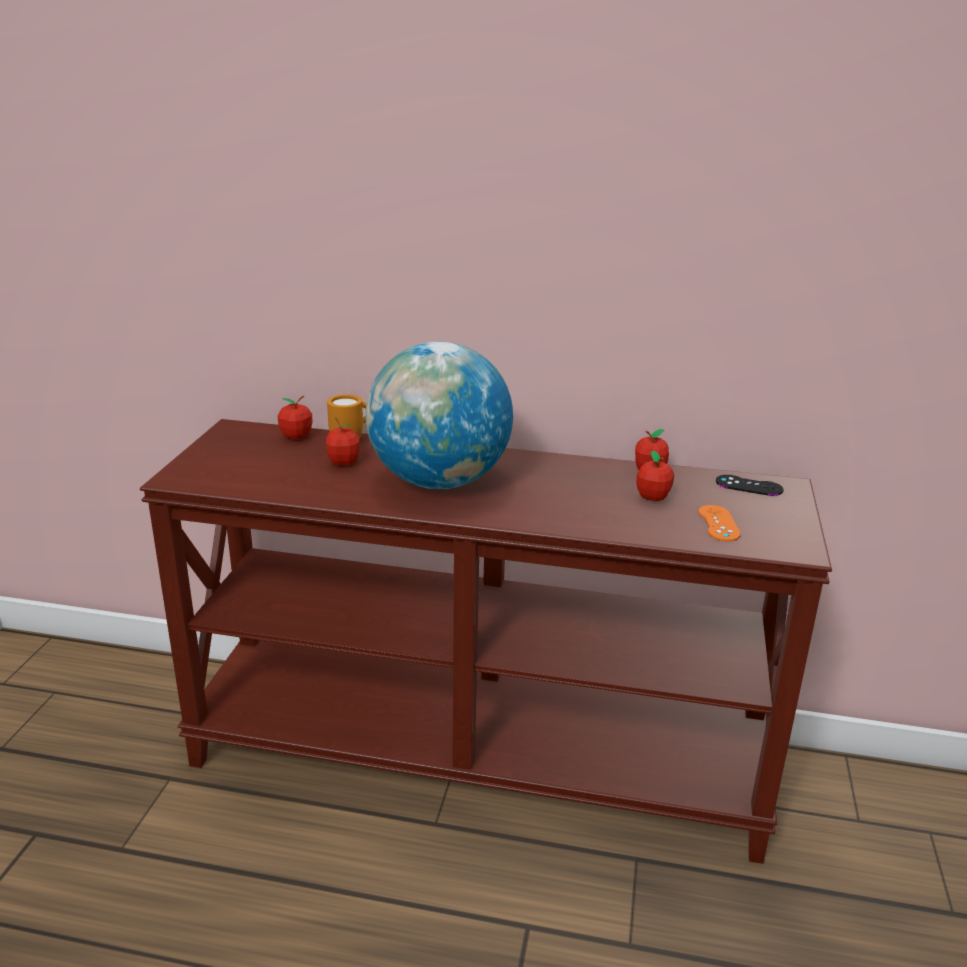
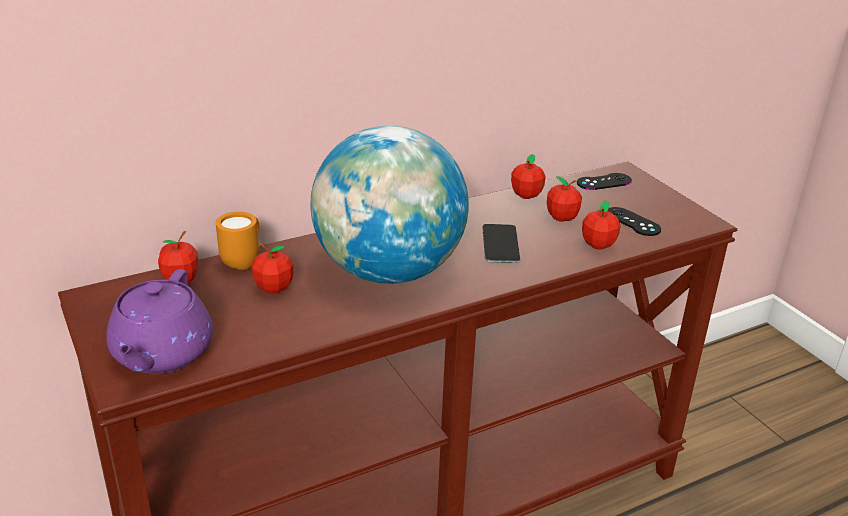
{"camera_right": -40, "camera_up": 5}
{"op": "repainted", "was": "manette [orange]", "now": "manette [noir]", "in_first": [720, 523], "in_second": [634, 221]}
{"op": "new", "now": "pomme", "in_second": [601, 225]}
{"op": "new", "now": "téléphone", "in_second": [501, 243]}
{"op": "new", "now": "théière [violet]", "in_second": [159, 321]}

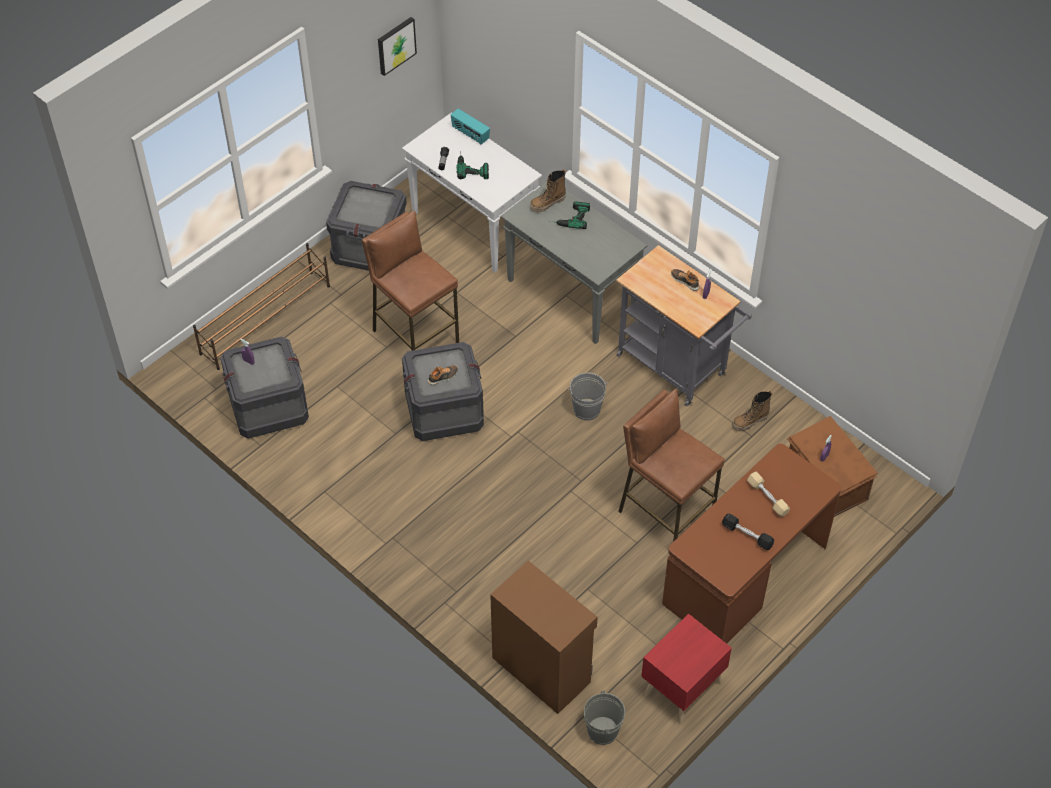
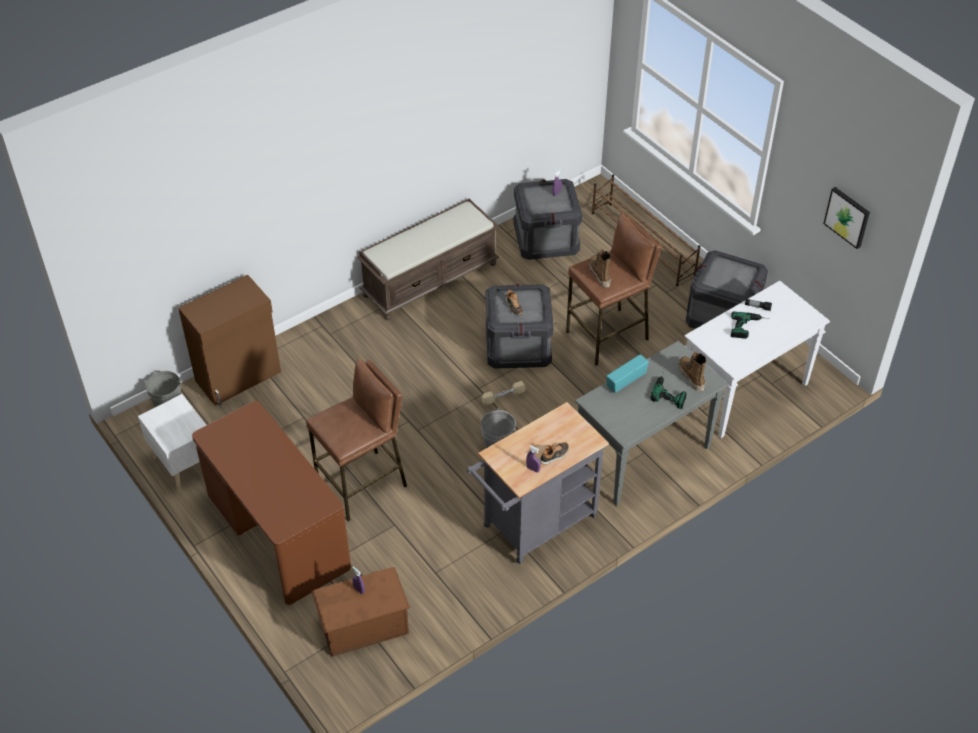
{"camera_right": 100, "camera_up": -5}
{"op": "shifted", "was": "radio", "in_first": [470, 126], "in_second": [627, 373]}
{"op": "shifted", "was": "botte", "in_first": [753, 410], "in_second": [600, 268]}
{"op": "shifted", "was": "haltère [beige]", "in_first": [768, 494], "in_second": [503, 393]}
{"op": "gone", "was": "haltère [noir]", "in_first": [748, 532]}
{"op": "repainted", "was": "table de chevet [rouge]", "now": "table de chevet [blanc]", "in_first": [686, 669], "in_second": [172, 443]}
{"op": "new", "now": "banc [marron]", "in_second": [428, 259]}

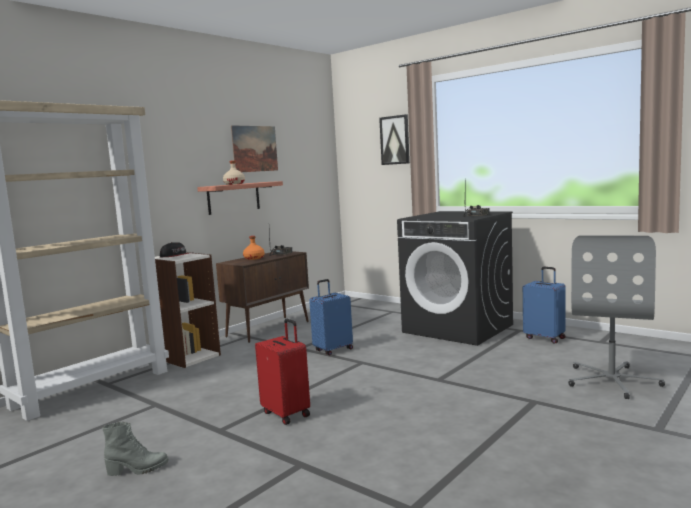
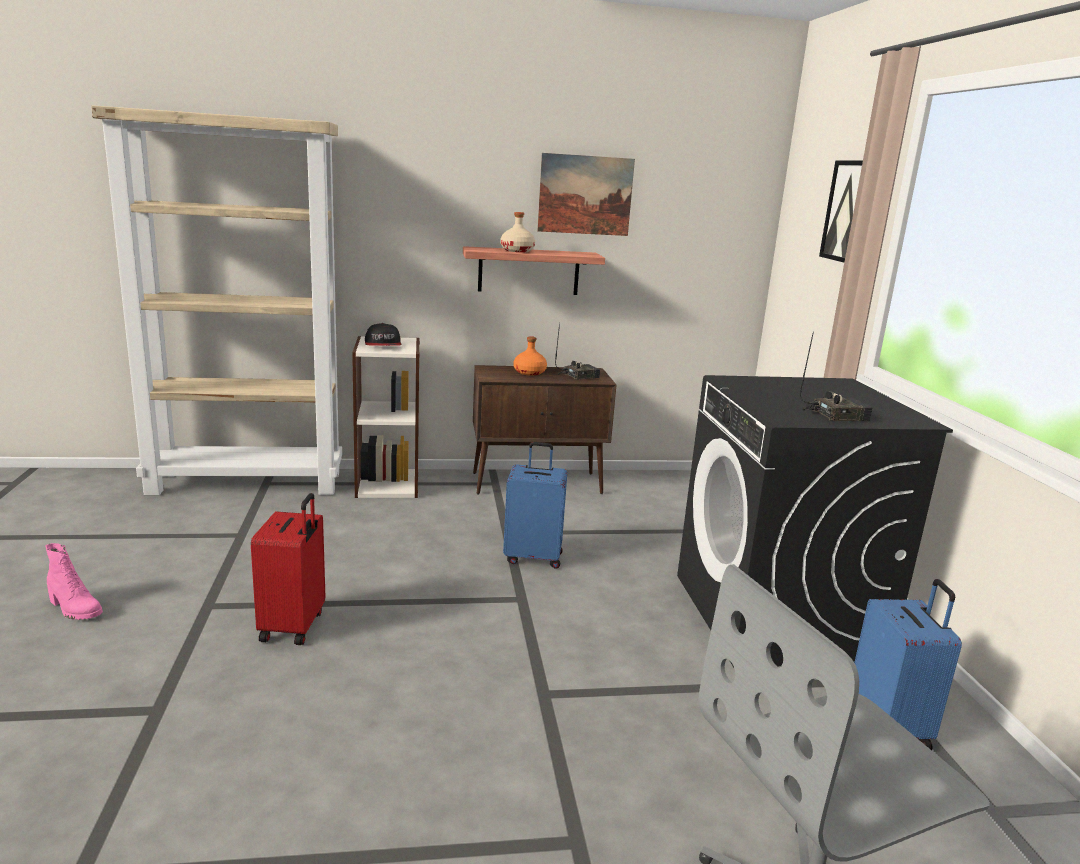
{"camera_right": 40, "camera_up": 10}
{"op": "repainted", "was": "botte [gris]", "now": "botte [rose]", "in_first": [135, 449], "in_second": [74, 581]}

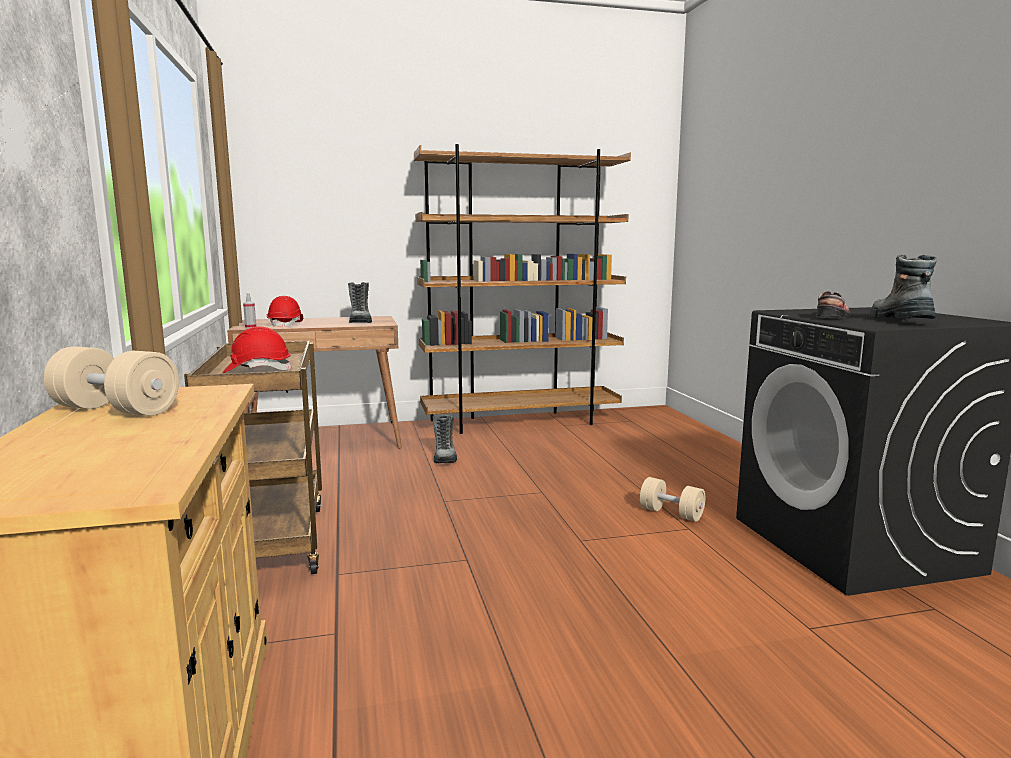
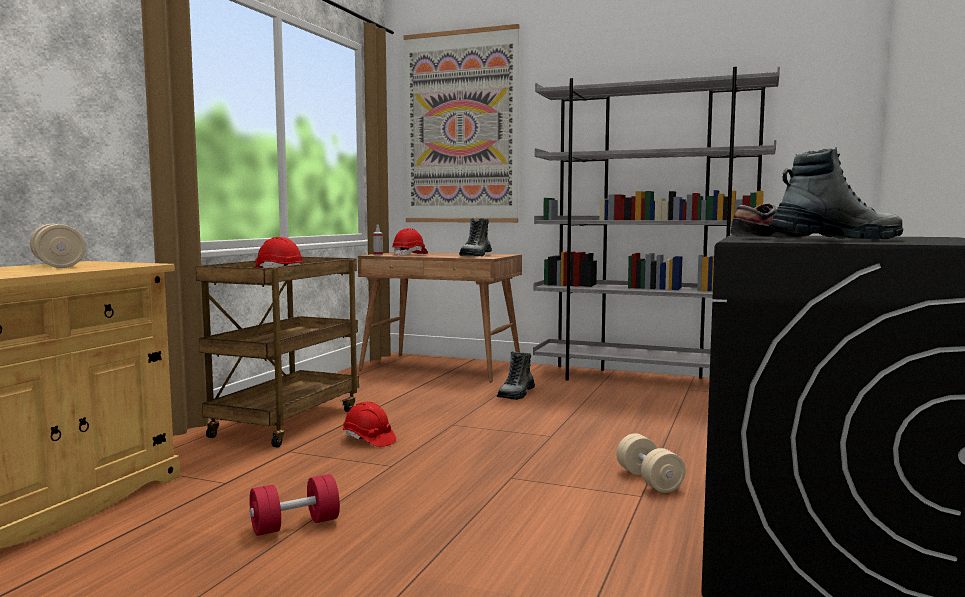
{"camera_right": 35, "camera_up": -5}
{"op": "repainted", "was": "bibliothèque [marron]", "now": "bibliothèque [gris]", "in_first": [522, 289], "in_second": [656, 223]}
{"op": "rotated", "was": "botte", "in_first": [903, 286], "in_second": [835, 193], "clockwise": 45}
{"op": "new", "now": "tableau", "in_second": [461, 123]}
{"op": "new", "now": "casque de chantier [rouge]", "in_second": [369, 424]}
{"op": "new", "now": "haltère [rouge]", "in_second": [294, 505]}

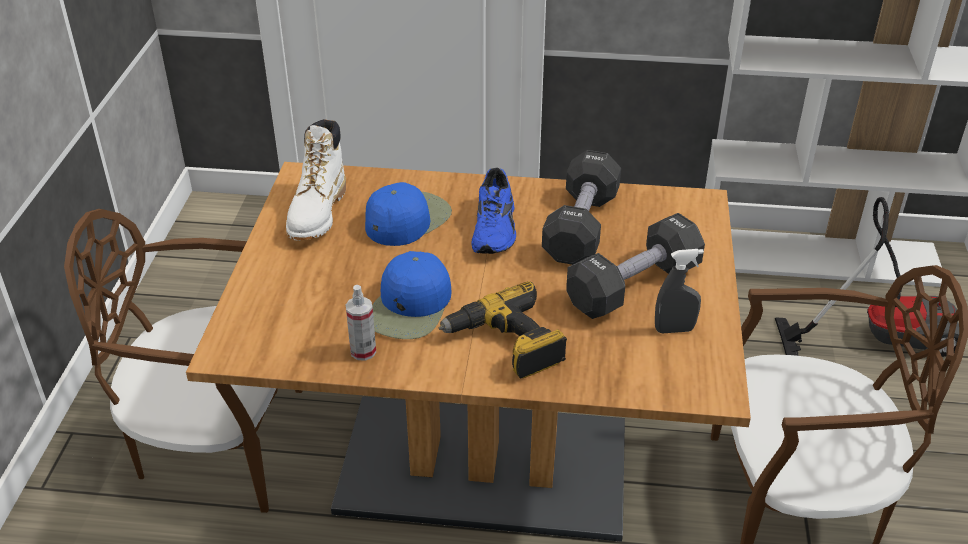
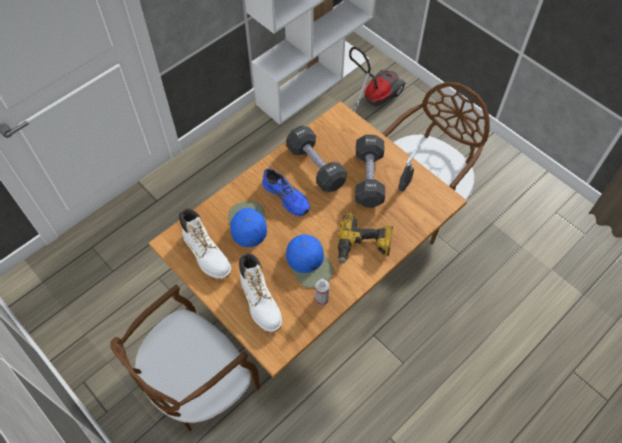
{"camera_right": -50, "camera_up": 20}
{"op": "new", "now": "botte [blanc]", "in_second": [260, 292]}

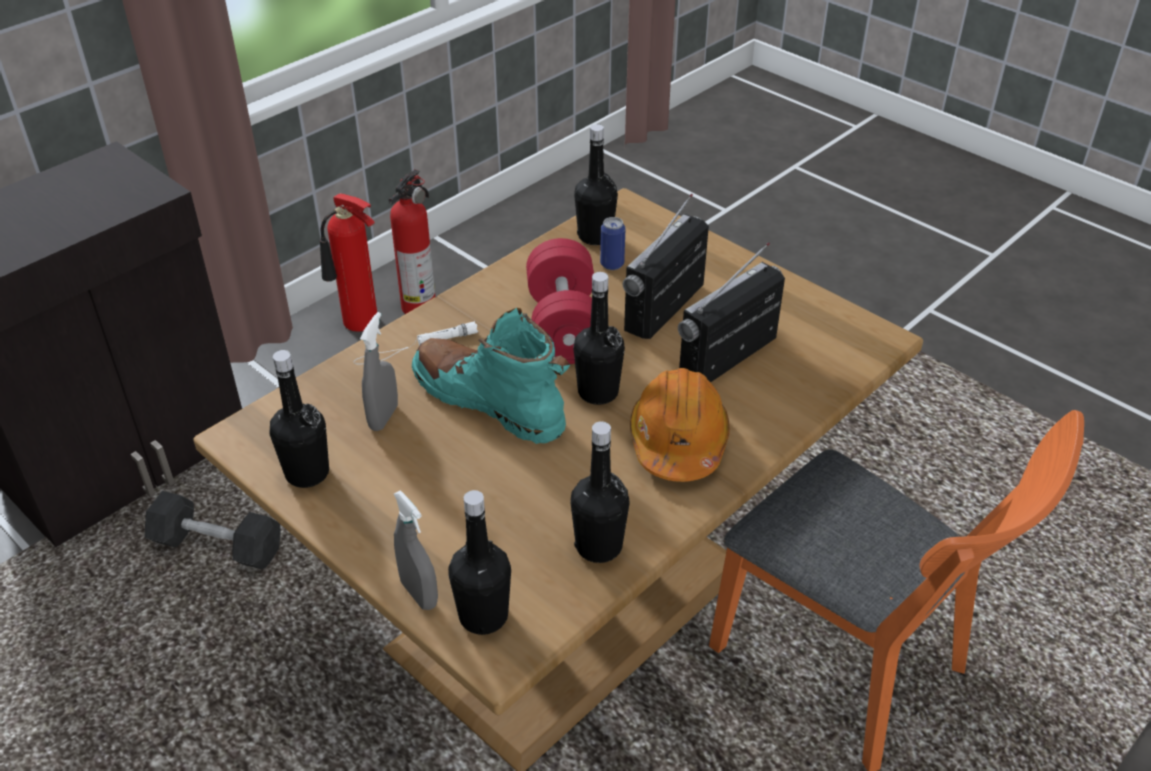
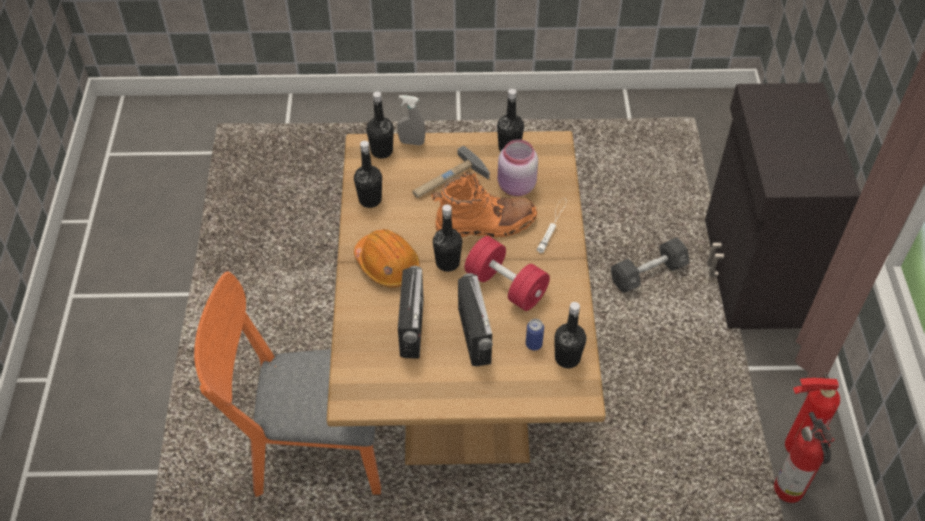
{"camera_right": 135, "camera_up": 10}
{"op": "repainted", "was": "botte [turquoise]", "now": "botte [orange]", "in_first": [491, 376], "in_second": [484, 204]}
{"op": "swapped", "was": "vaporisateur [gris]", "now": "bocal [rose]", "in_first": [379, 371], "in_second": [518, 167]}
{"op": "new", "now": "marteau", "in_second": [451, 172]}

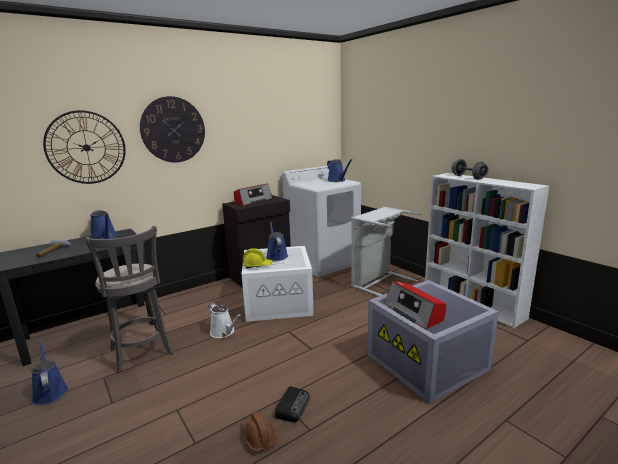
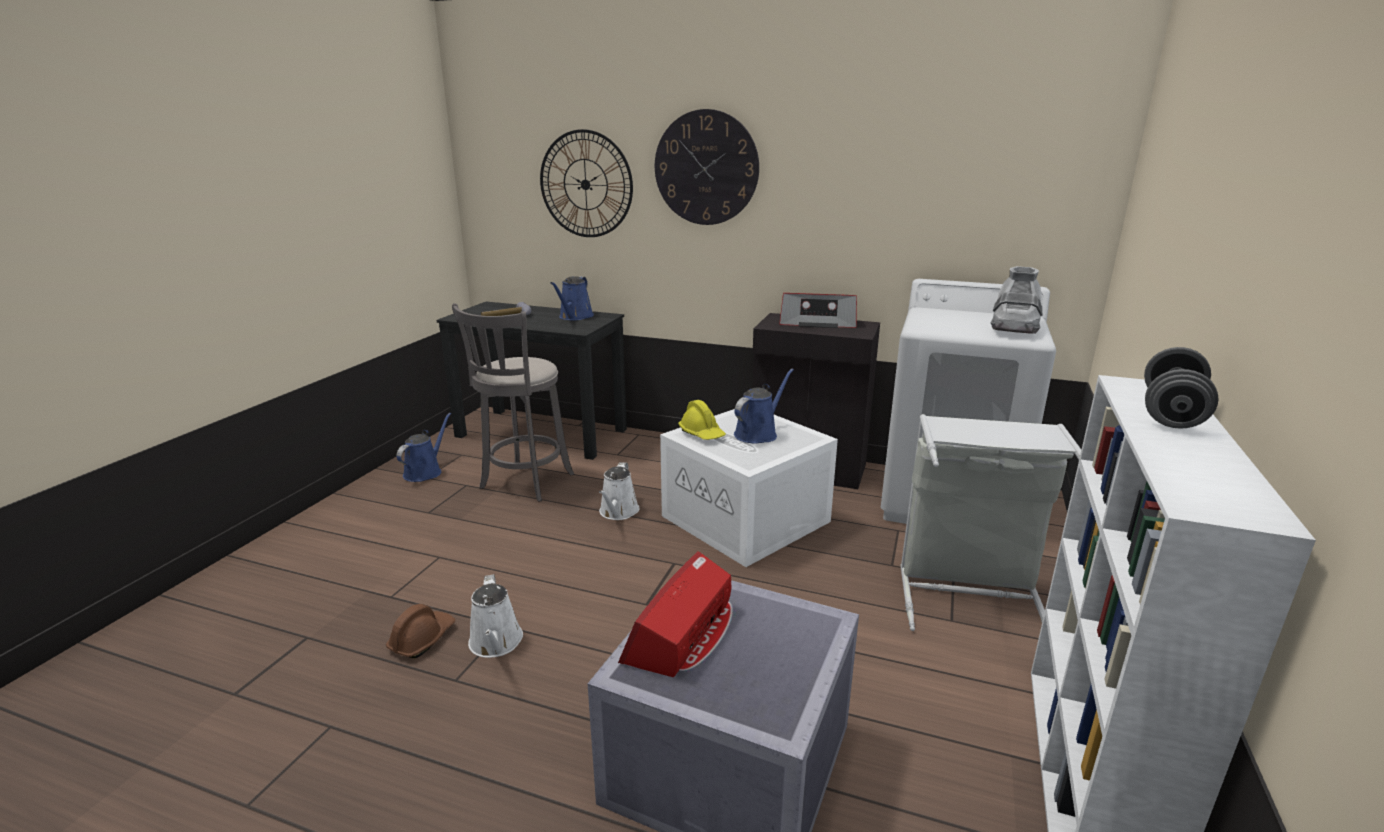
{"camera_right": 55, "camera_up": 5}
{"op": "swapped", "was": "arrosoir [bleu]", "now": "botte [gris]", "in_first": [340, 170], "in_second": [1016, 300]}
{"op": "swapped", "was": "radio", "now": "arrosoir [blanc]", "in_first": [292, 404], "in_second": [495, 616]}

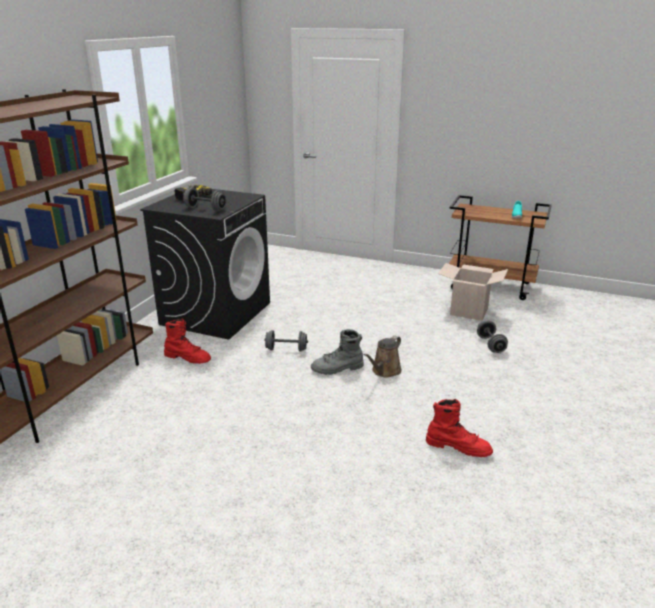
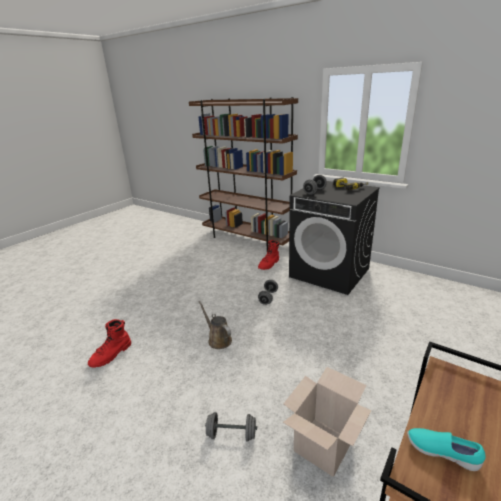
{"camera_right": 105, "camera_up": 0}
{"op": "gone", "was": "botte [gris]", "in_first": [337, 352]}

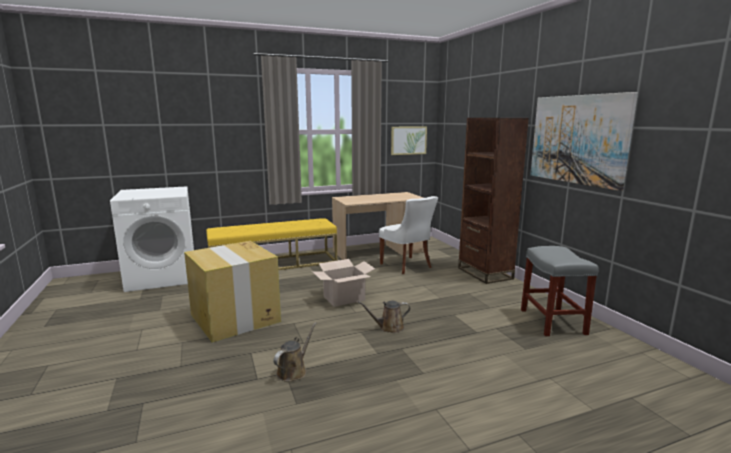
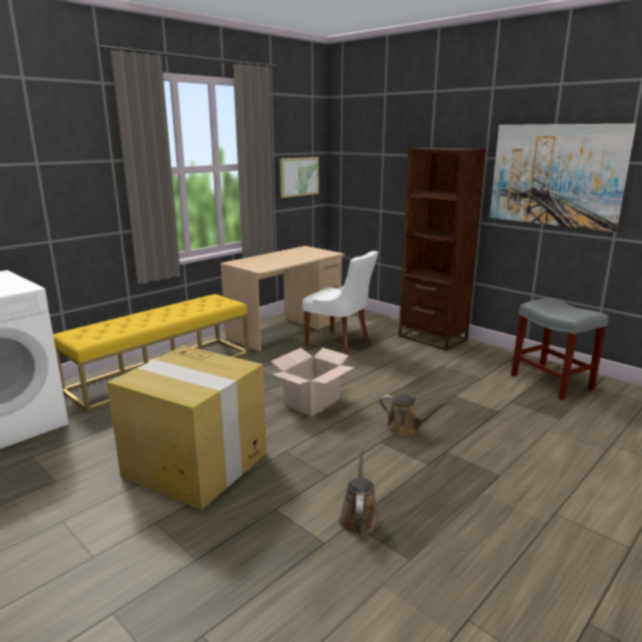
{"camera_right": -25, "camera_up": 5}
{"op": "rotated", "was": "arrosoir [marron]", "in_first": [384, 317], "in_second": [414, 415], "clockwise": -120}

